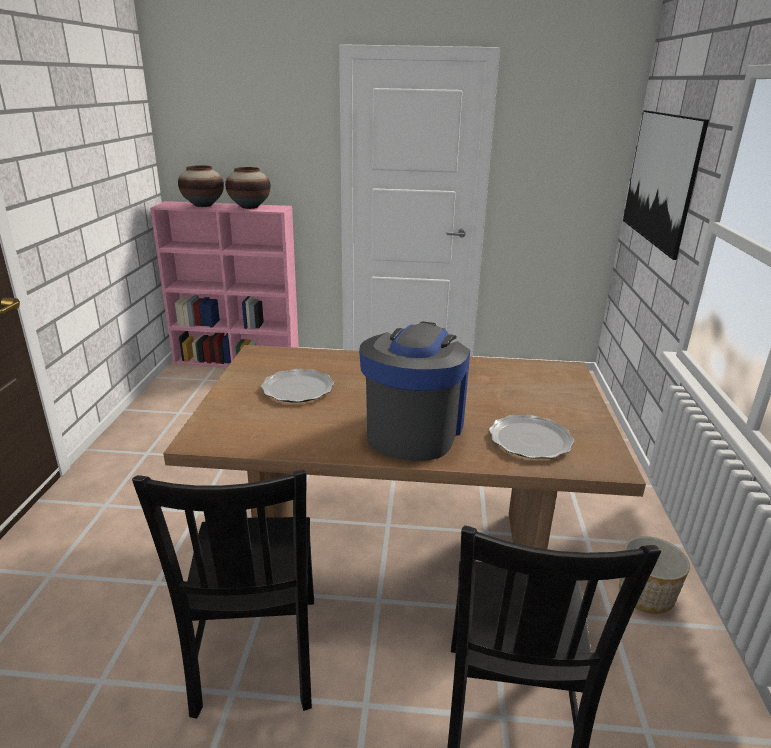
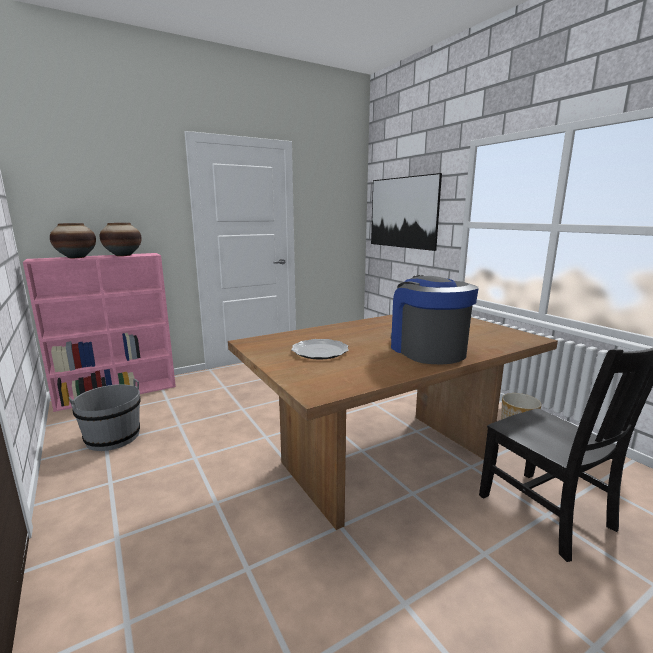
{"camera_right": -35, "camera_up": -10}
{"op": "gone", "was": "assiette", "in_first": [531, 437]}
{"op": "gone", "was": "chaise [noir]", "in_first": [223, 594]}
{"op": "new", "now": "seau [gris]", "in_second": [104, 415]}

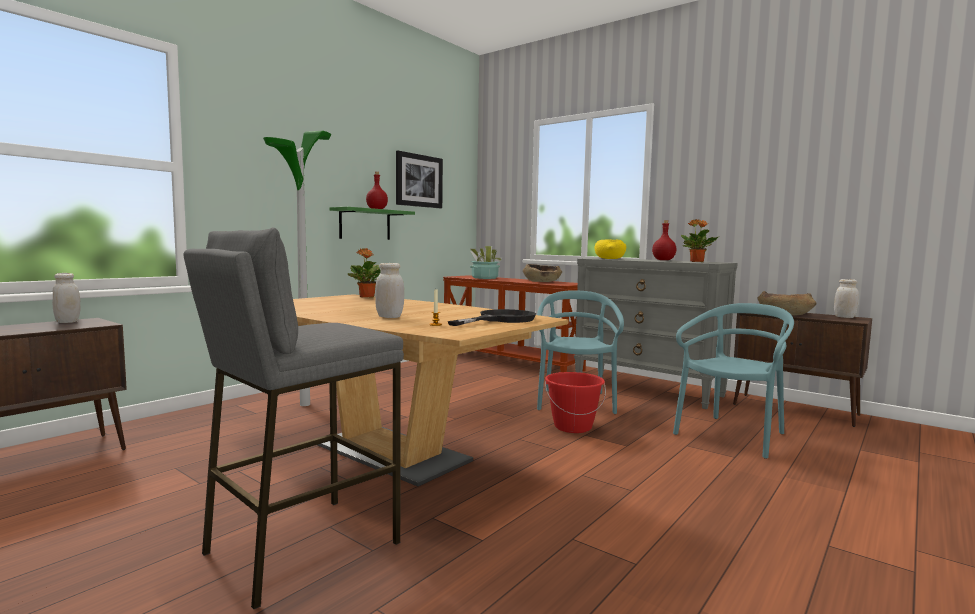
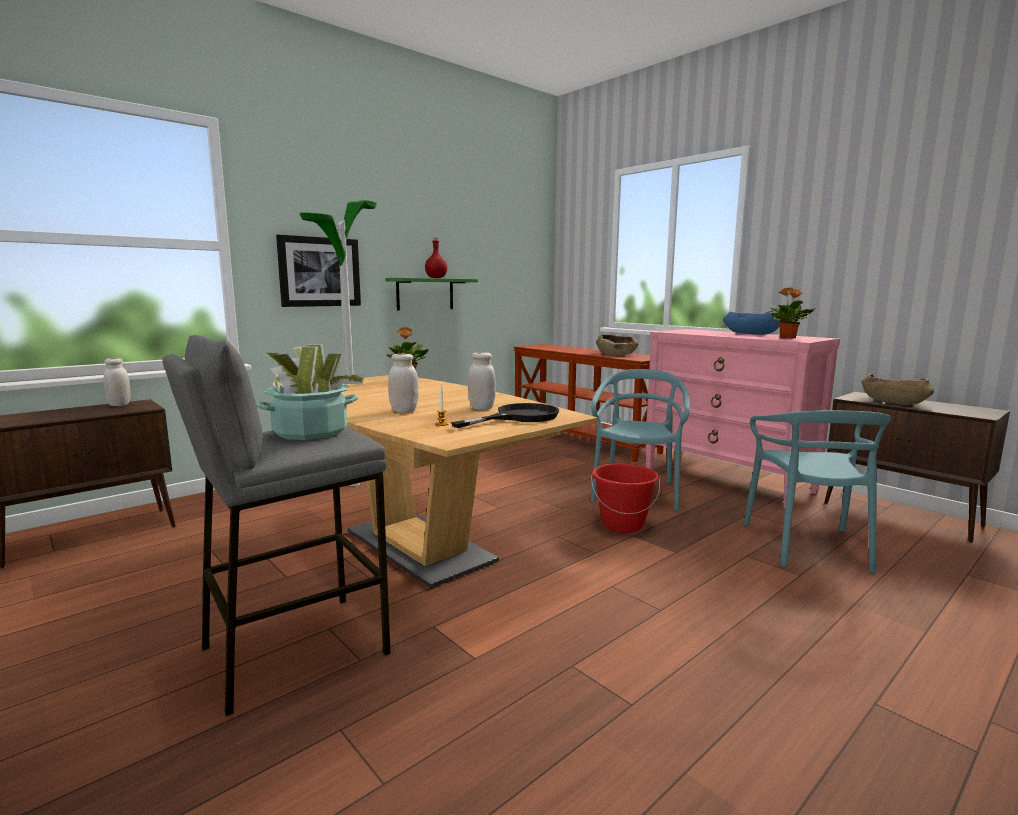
{"camera_right": 10, "camera_up": 5}
{"op": "shifted", "was": "tableau", "in_first": [419, 179], "in_second": [318, 271]}
{"op": "swapped", "was": "bouteille [rouge]", "now": "bol [bleu]", "in_first": [664, 240], "in_second": [752, 323]}
{"op": "gone", "was": "bol [jaune]", "in_first": [610, 249]}
{"op": "shifted", "was": "plante en pot", "in_first": [486, 262], "in_second": [310, 392]}
{"op": "repainted", "was": "commode [gris]", "now": "commode [rose]", "in_first": [656, 333], "in_second": [742, 418]}
{"op": "shifted", "was": "bocal [blanc]", "in_first": [846, 298], "in_second": [482, 381]}
{"op": "rotated", "was": "chaise [turquoise]", "in_first": [733, 381], "in_second": [817, 491], "clockwise": 135}

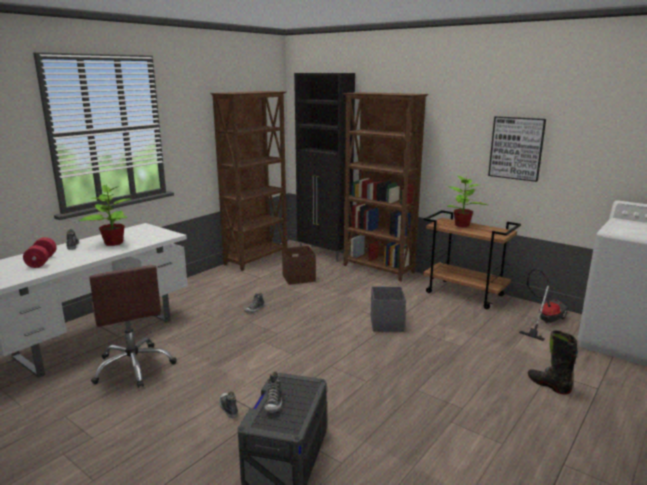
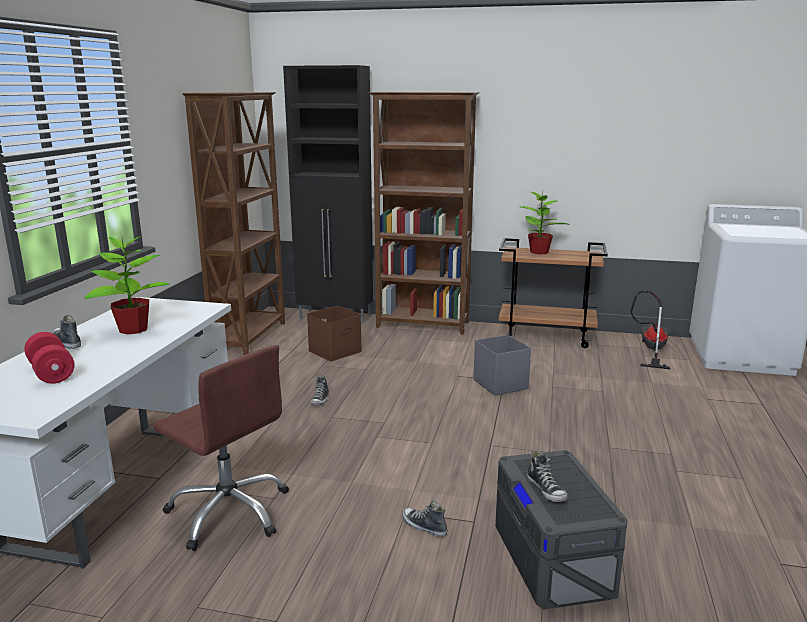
{"camera_right": -25, "camera_up": 0}
{"op": "gone", "was": "tableau", "in_first": [517, 149]}
{"op": "gone", "was": "botte [noir]", "in_first": [553, 362]}

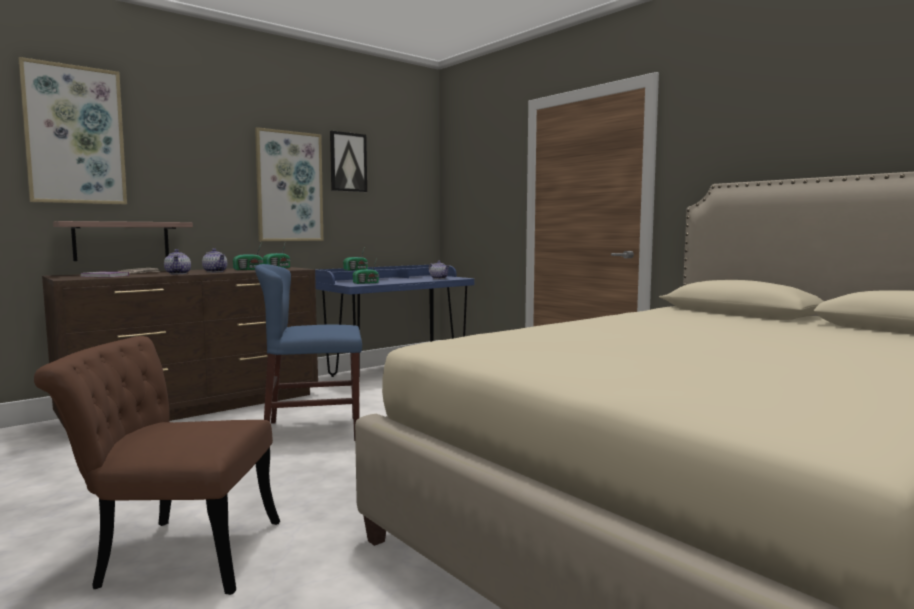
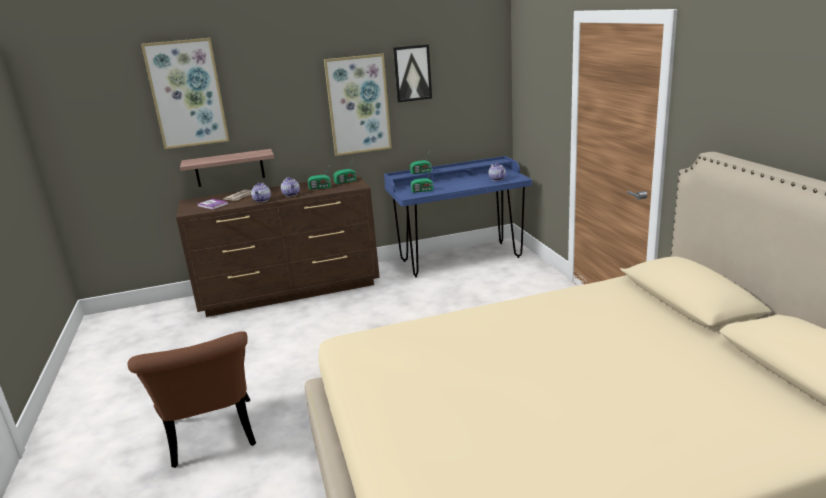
{"camera_right": 25, "camera_up": 15}
{"op": "gone", "was": "chaise [bleu]", "in_first": [308, 352]}
{"op": "rotated", "was": "chaise [marron]", "in_first": [157, 465], "in_second": [192, 399], "clockwise": -135}

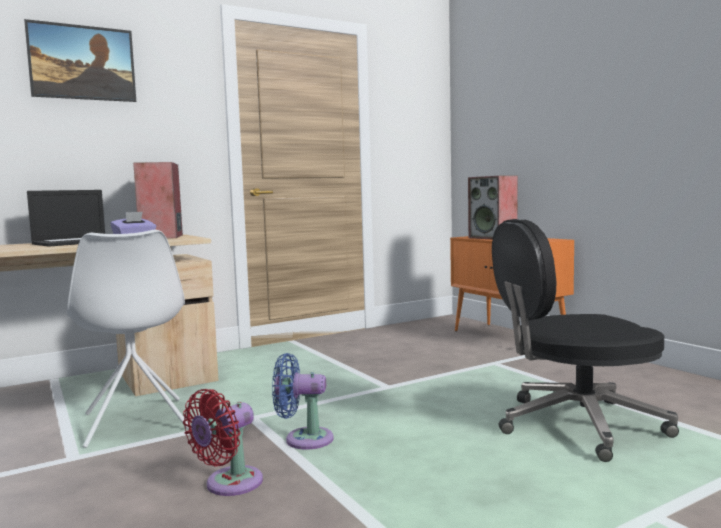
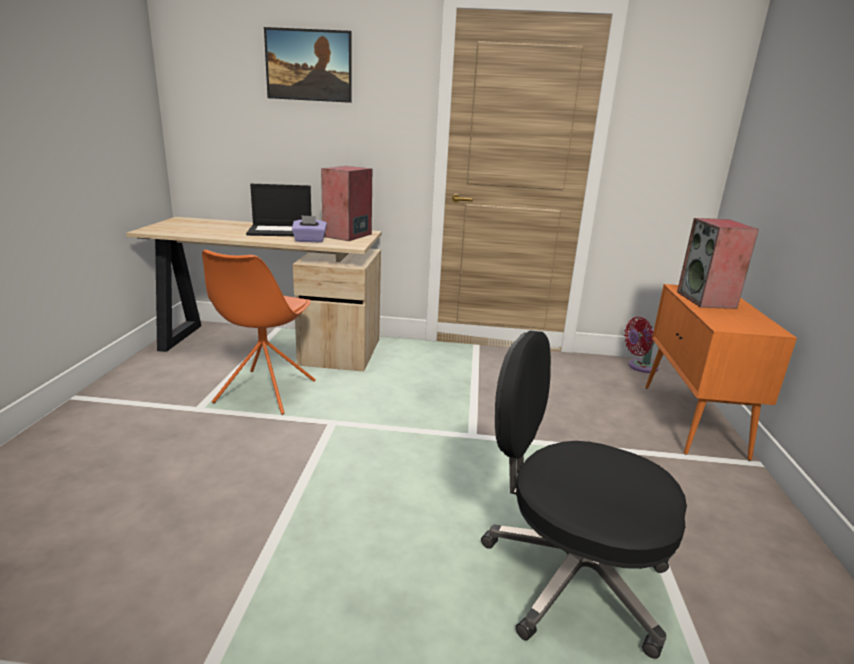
{"camera_right": 35, "camera_up": 15}
{"op": "repainted", "was": "chaise [blanc]", "now": "chaise [orange]", "in_first": [128, 339], "in_second": [259, 332]}
{"op": "gone", "was": "ventilateur [bleu]", "in_first": [303, 401]}
{"op": "shifted", "was": "ventilateur [rouge]", "in_first": [223, 442], "in_second": [641, 345]}

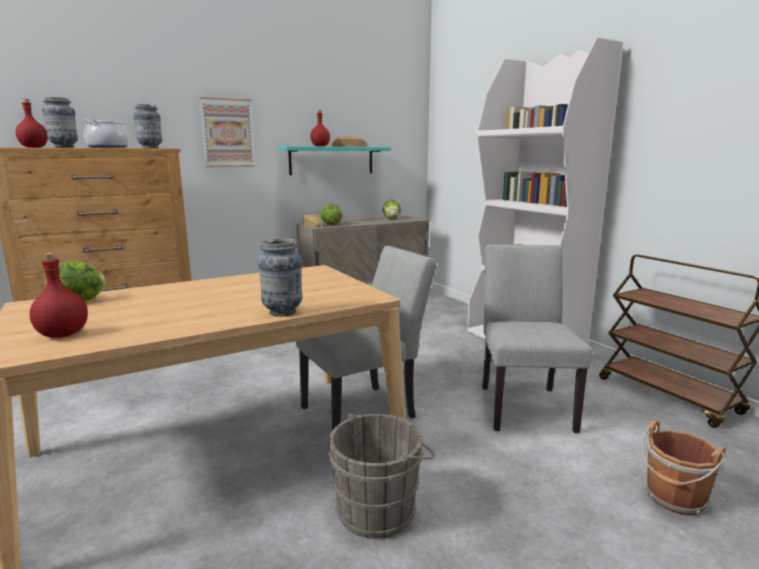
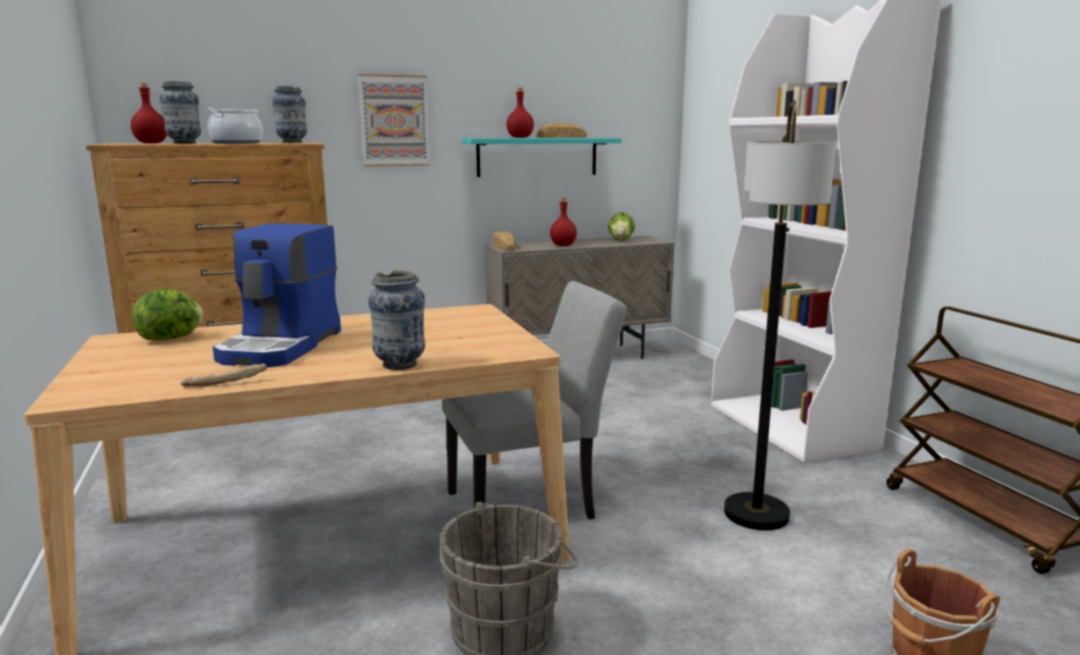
{"camera_right": 10, "camera_up": 0}
{"op": "gone", "was": "laitue", "in_first": [331, 214]}
{"op": "swapped", "was": "chaise [gris]", "now": "lampadaire", "in_first": [537, 338], "in_second": [780, 315]}
{"op": "shifted", "was": "bouteille [rouge]", "in_first": [58, 295], "in_second": [563, 222]}
{"op": "new", "now": "machine à café", "in_second": [277, 295]}
{"op": "new", "now": "pain", "in_second": [223, 375]}

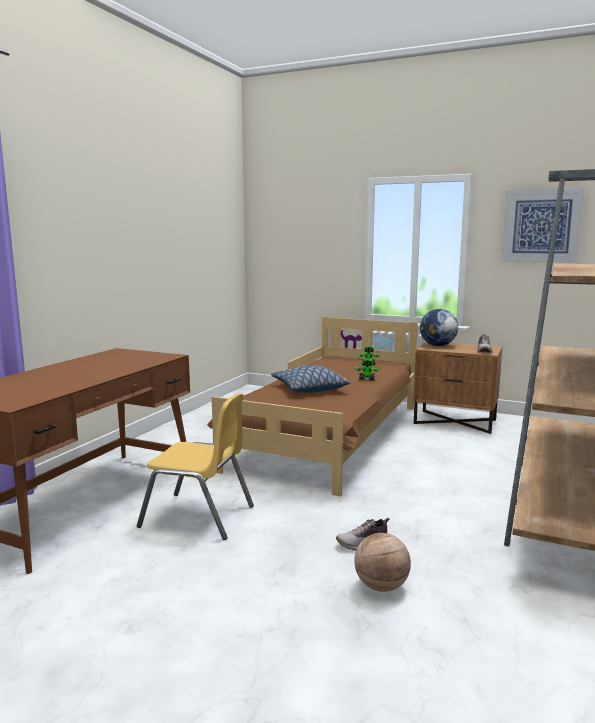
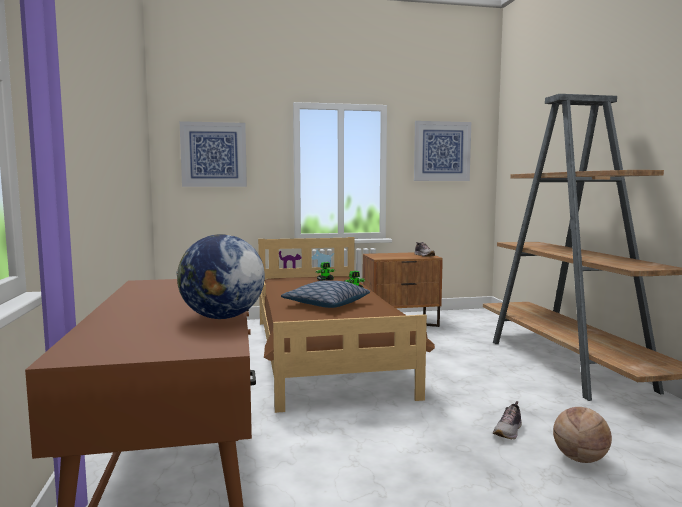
{"camera_right": -35, "camera_up": -5}
{"op": "shifted", "was": "globe", "in_first": [439, 327], "in_second": [220, 276]}
{"op": "gone", "was": "chaise [jaune]", "in_first": [195, 466]}
{"op": "new", "now": "tableau", "in_second": [213, 154]}

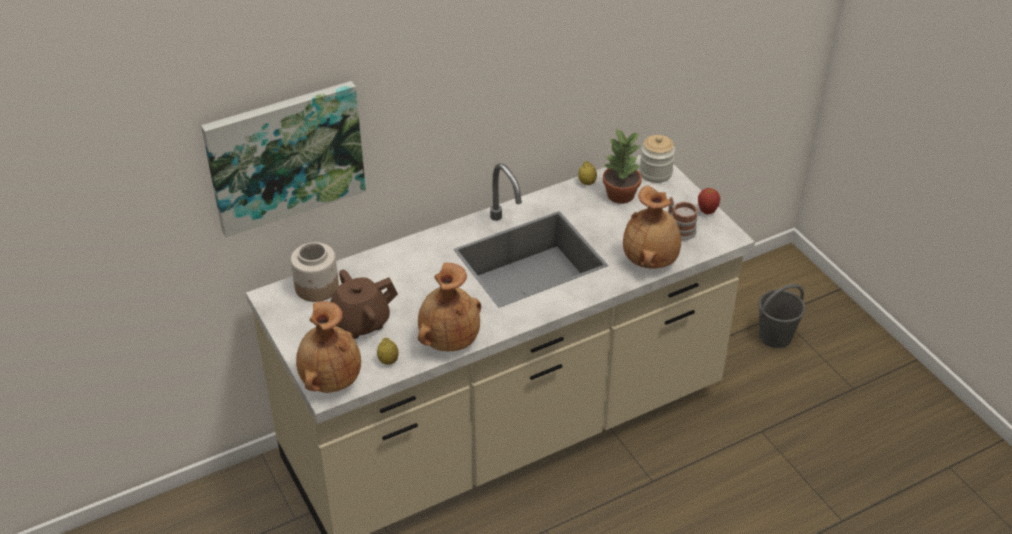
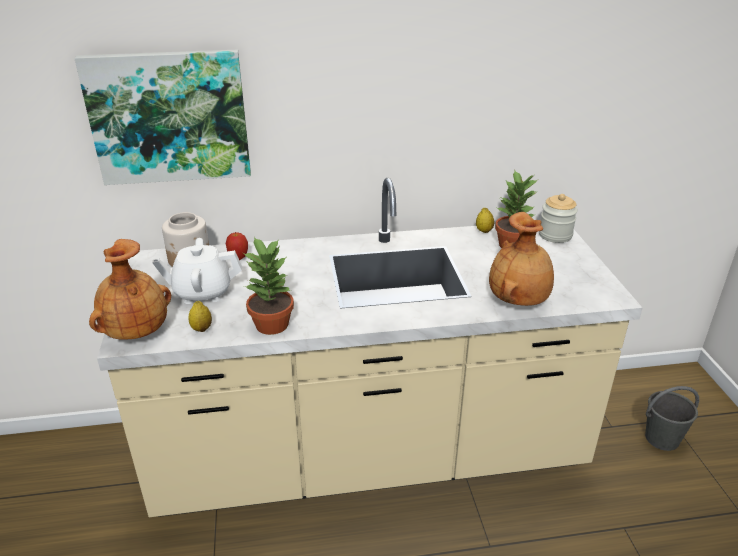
{"camera_right": 20, "camera_up": -10}
{"op": "shifted", "was": "pomme", "in_first": [709, 201], "in_second": [237, 246]}
{"op": "gone", "was": "mug", "in_first": [683, 219]}
{"op": "swapped", "was": "vase [marron]", "now": "plante en pot", "in_first": [449, 306], "in_second": [268, 286]}
{"op": "repainted", "was": "théière [marron]", "now": "théière [blanc]", "in_first": [364, 304], "in_second": [197, 271]}

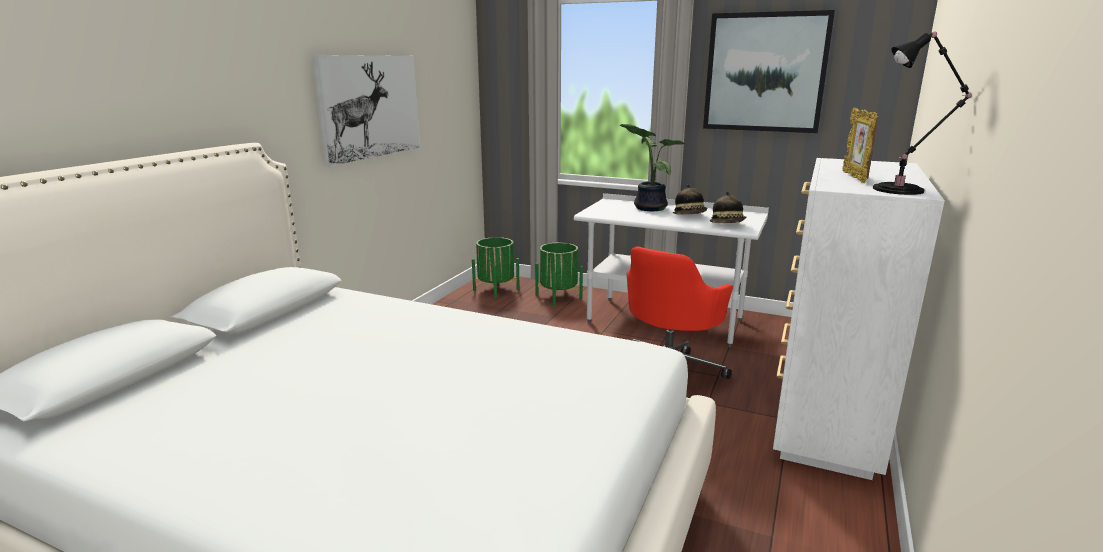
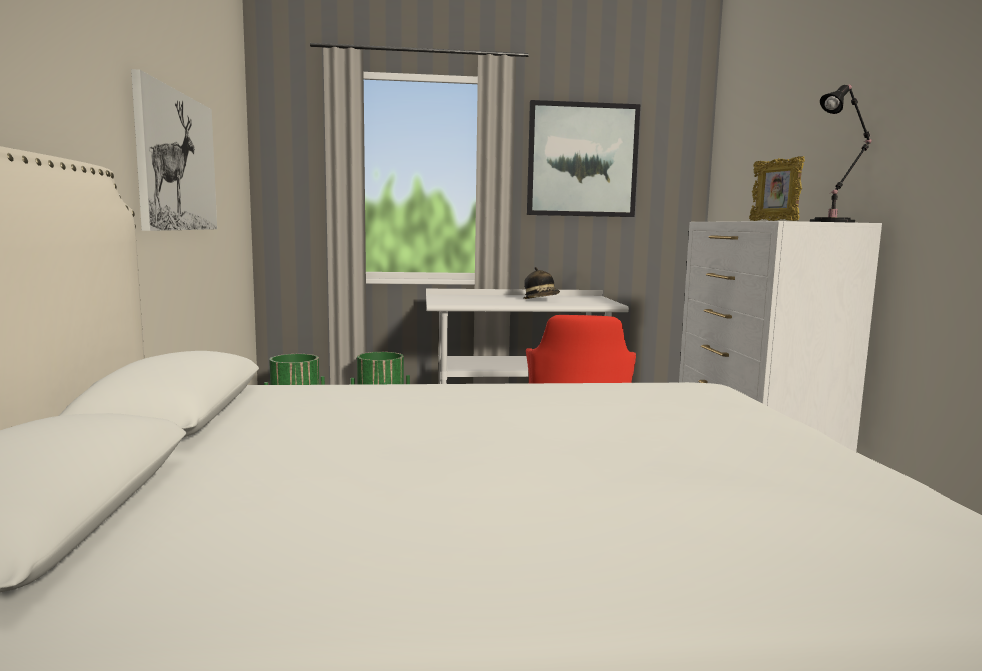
{"camera_right": -30, "camera_up": -10}
{"op": "gone", "was": "plante en pot", "in_first": [652, 167]}
{"op": "gone", "was": "chapeau", "in_first": [728, 207]}

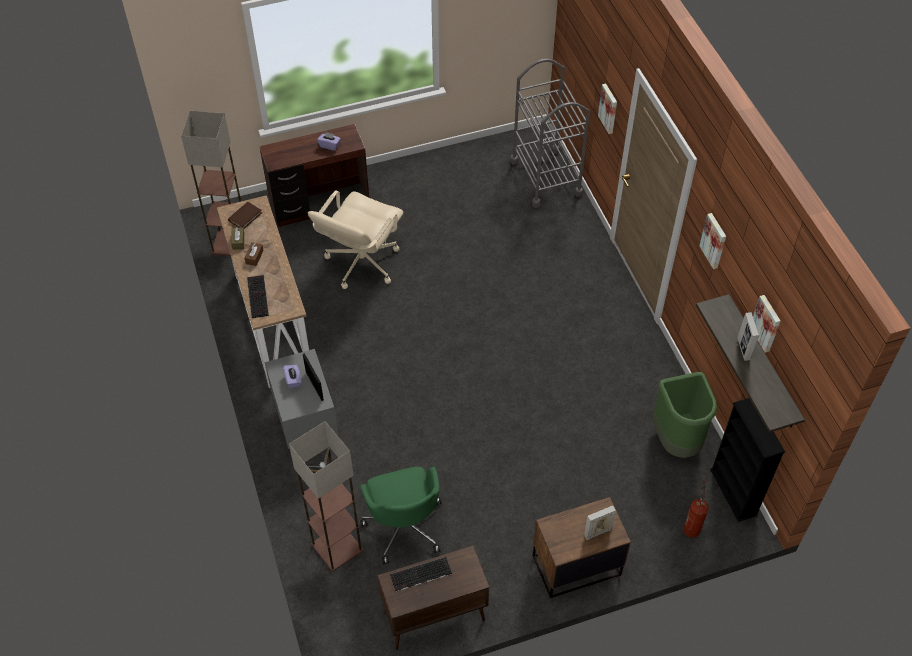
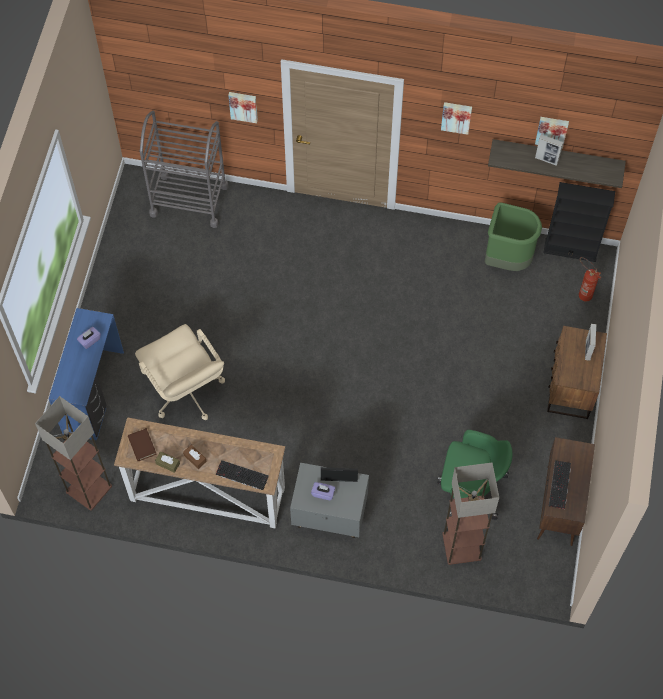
{"camera_right": -60, "camera_up": 10}
{"op": "repainted", "was": "bureau [marron]", "now": "bureau [bleu]", "in_first": [314, 175], "in_second": [86, 374]}

